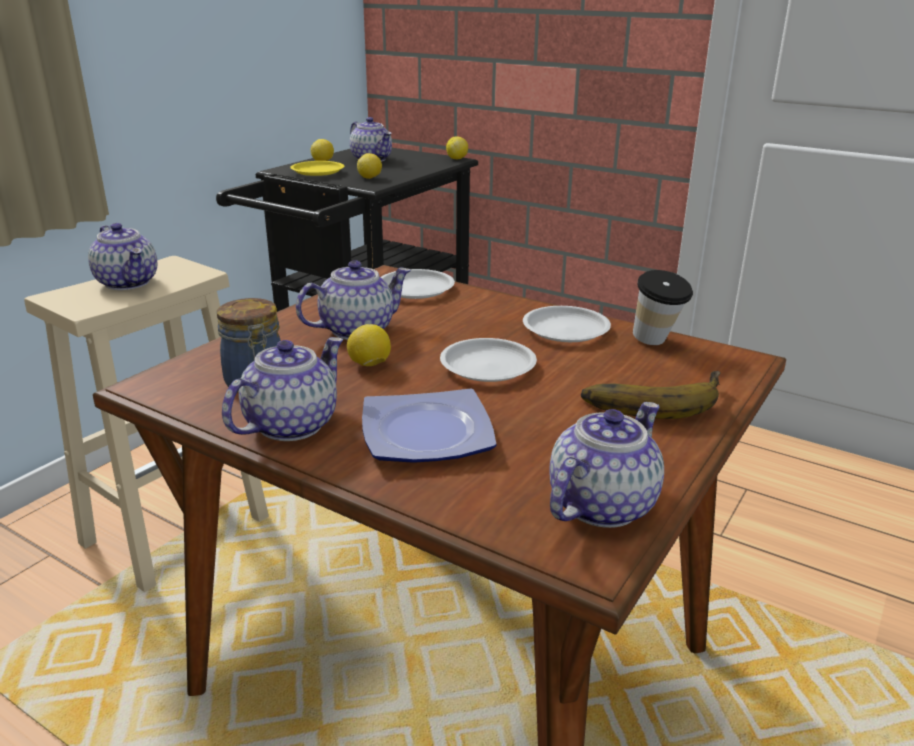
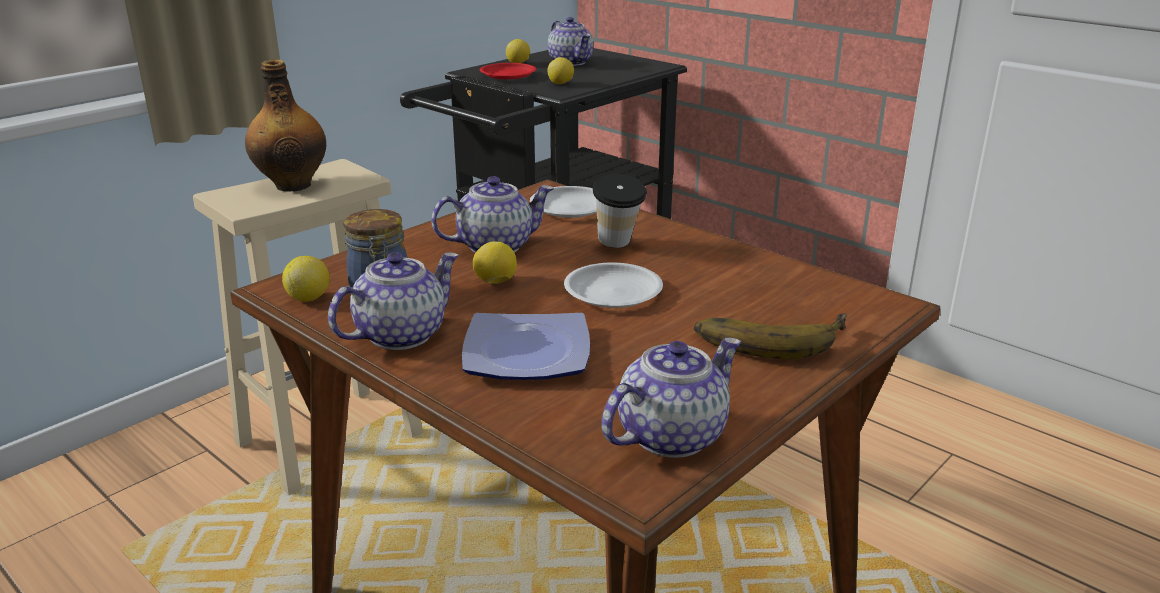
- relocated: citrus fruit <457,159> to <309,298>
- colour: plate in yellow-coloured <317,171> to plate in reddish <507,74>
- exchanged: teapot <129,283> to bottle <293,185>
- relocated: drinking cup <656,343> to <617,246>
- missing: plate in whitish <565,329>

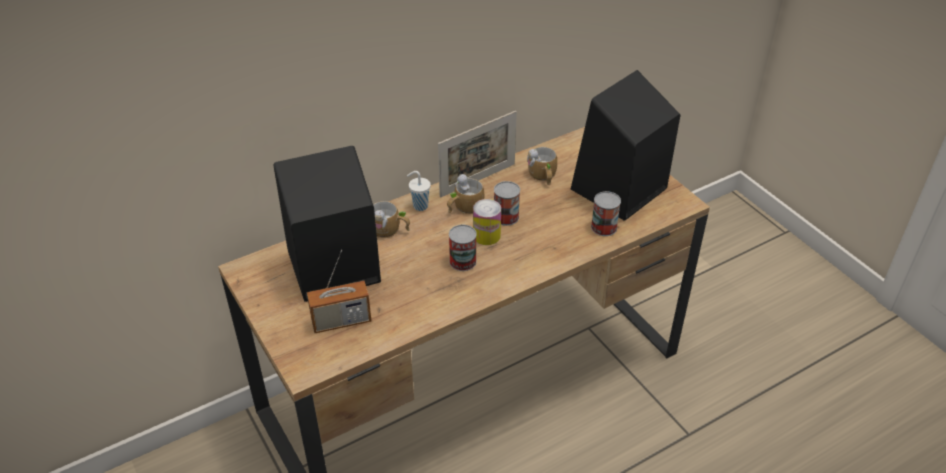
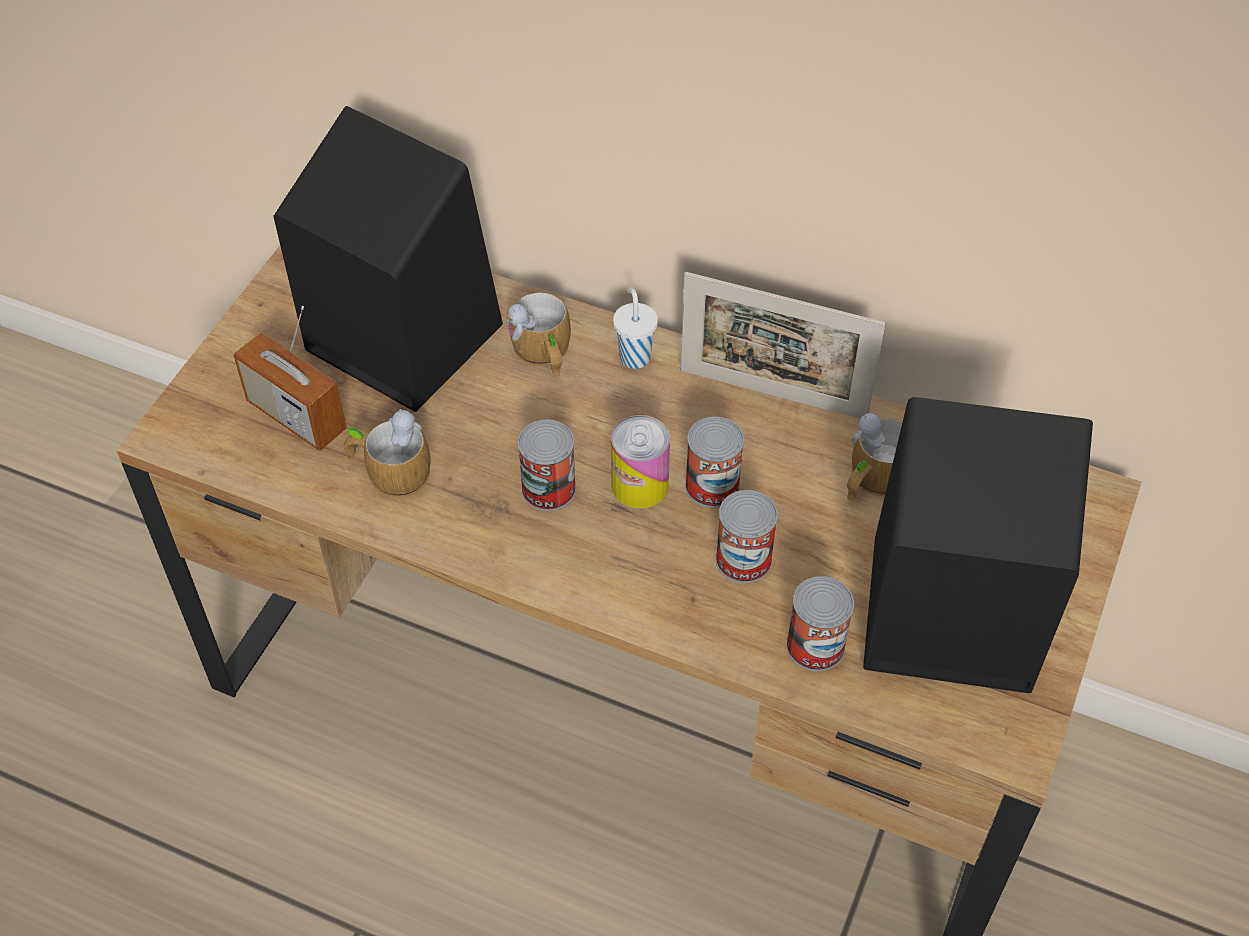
- relocated: tea mug <464,207> to <389,470>
- appeared: sealed can <743,559>

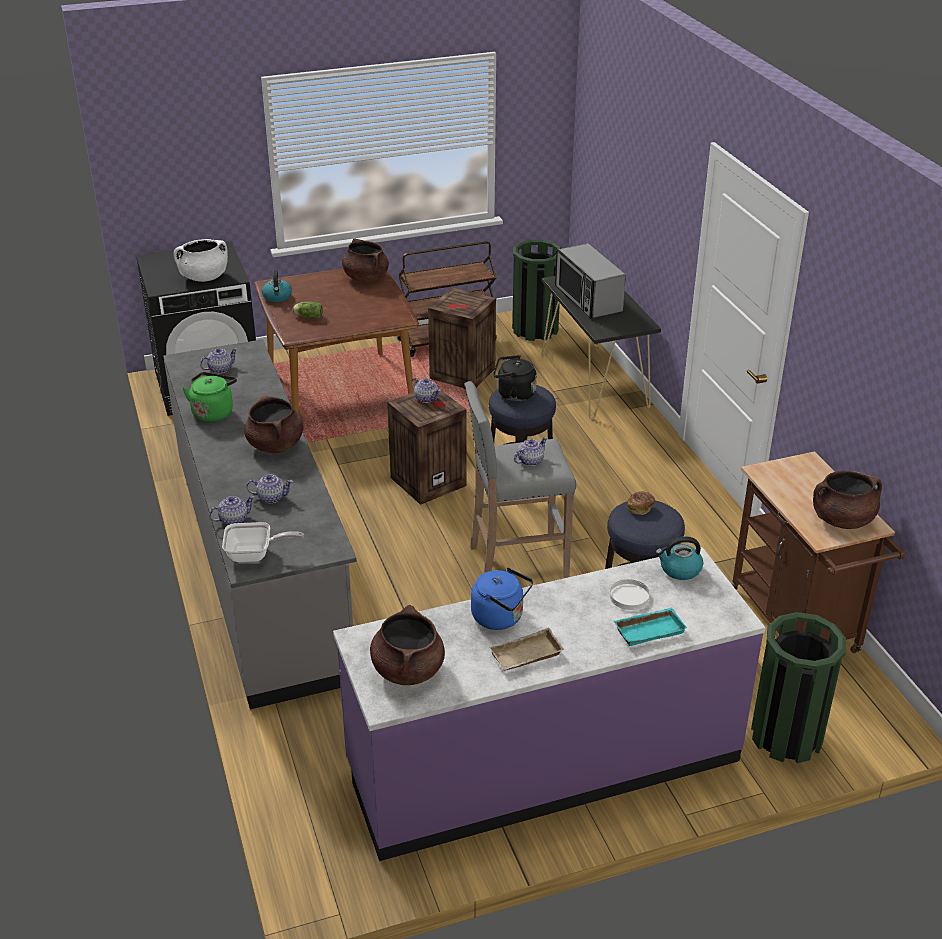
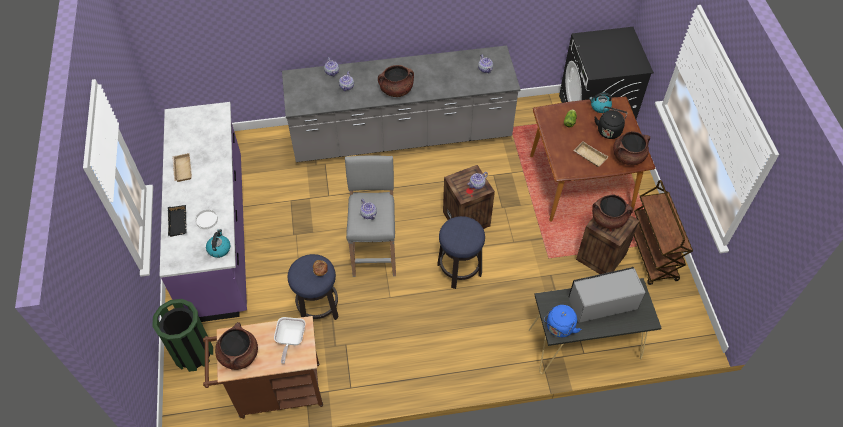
- missing: cooking pot in whitish <204,277>
- missing: trash can in greenish <535,329>
- relocated: kettle in black-coloured <513,394> to <609,130>
- missing: kettle in greenish <213,412>
- relocated: skillet <255,555> to <290,340>
- relocated: kettle in bluish <500,617> to <559,328>
- relocated: cooking pot in brown-coloured <407,670> to <608,219>
- colour: tray in turquoise-coloured <649,629> to tray in black-coloured <179,223>
- appeared: tray in sand-coloured <589,156>

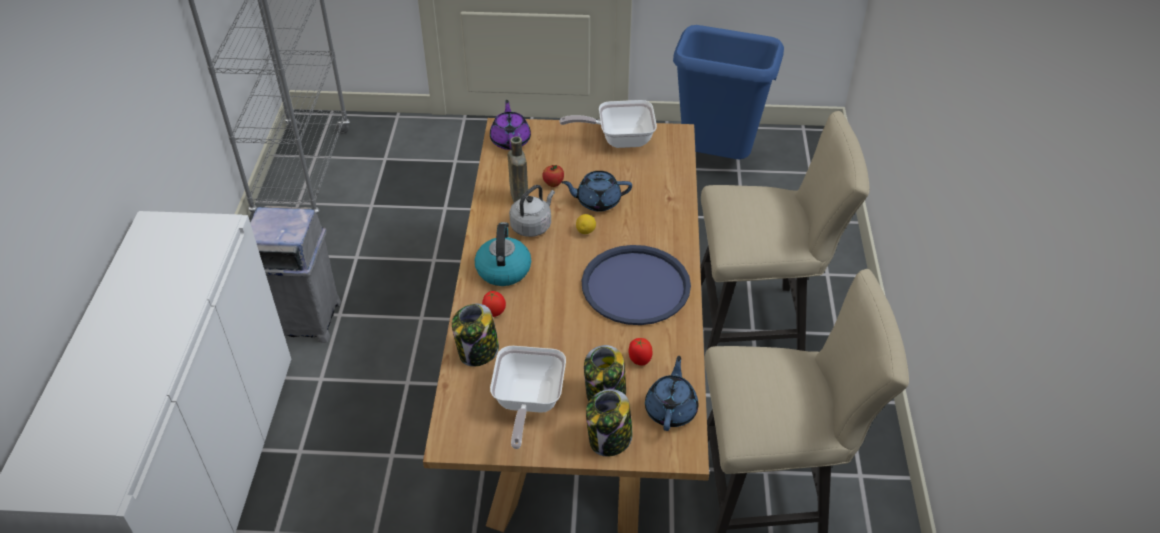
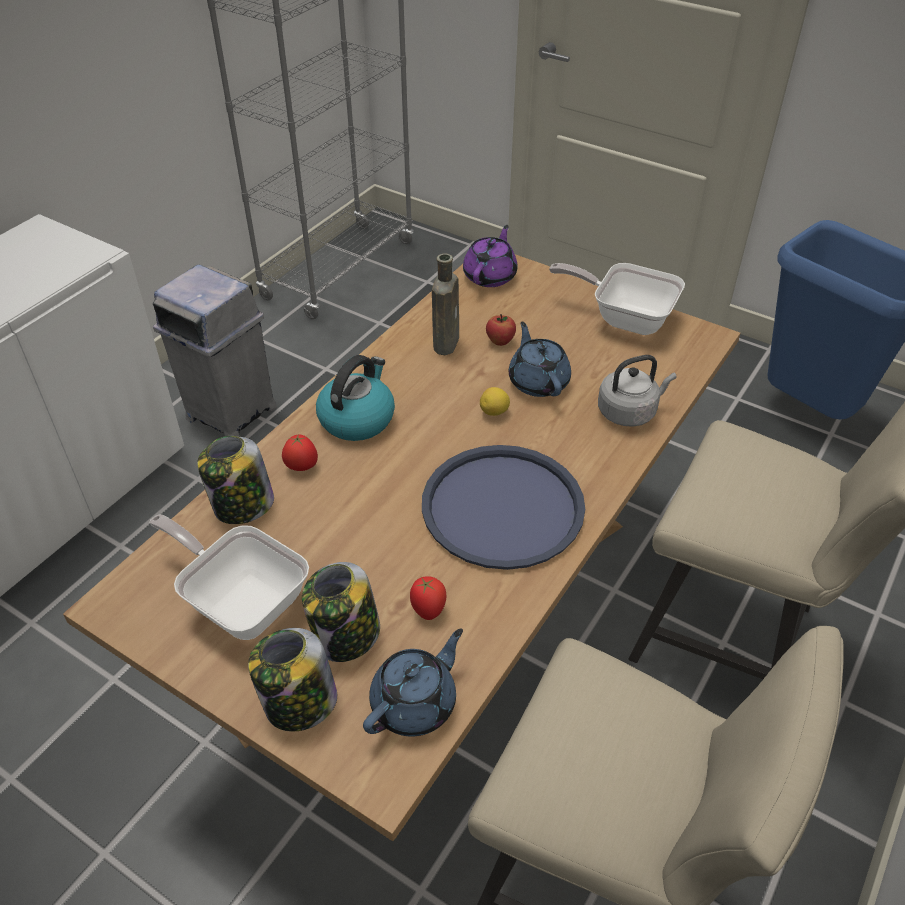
- spun: teapot in bluish <597,201> = <538,381> 45 degrees clockwise
- relocated: kettle in greyish <532,225> to <629,412>
- spun: skillet <527,404> = <241,600> 90 degrees clockwise

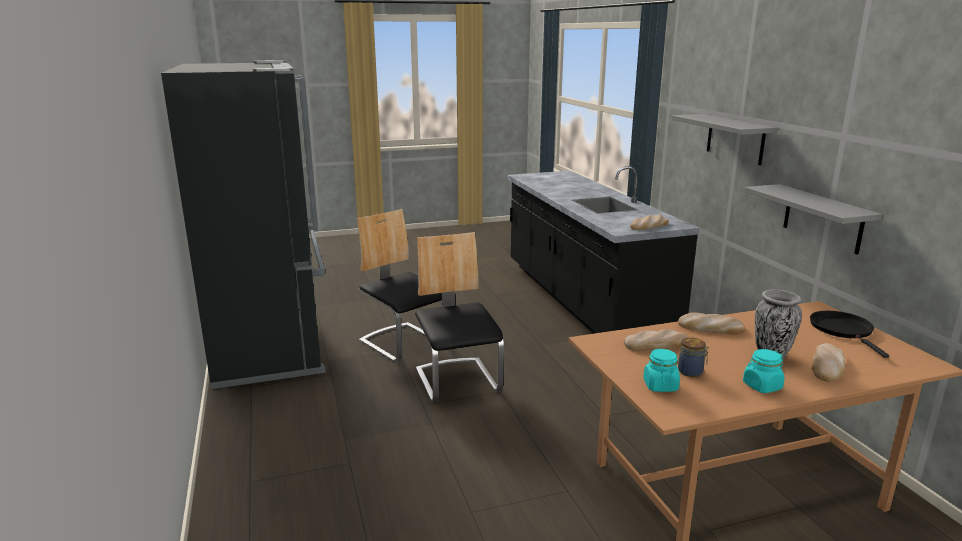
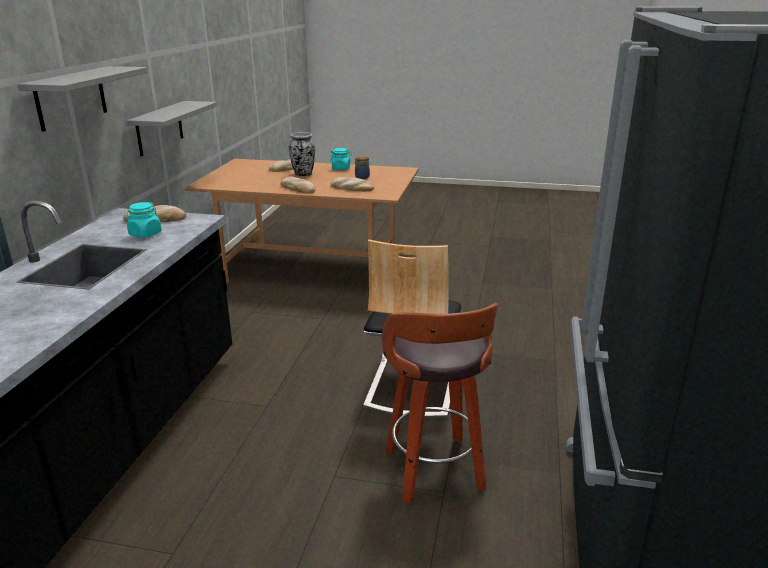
- exchanged: plain chair <403,342> to sitting stool <435,472>
- missing: skillet in black-coloured <843,330>
- relocated: jar in turquoise-coloured <660,385> to <145,234>

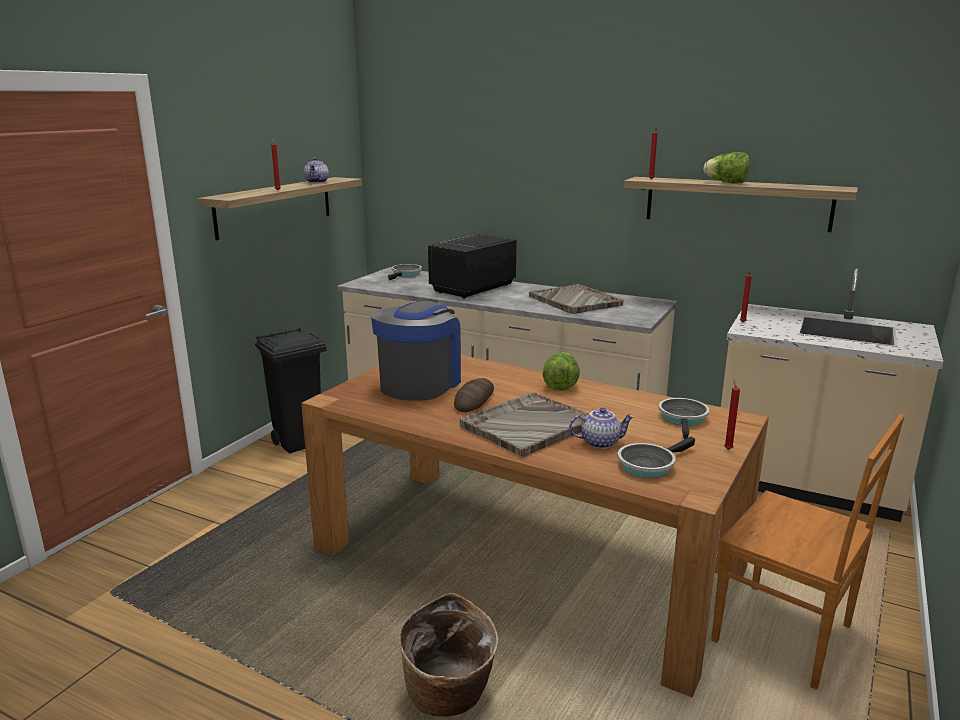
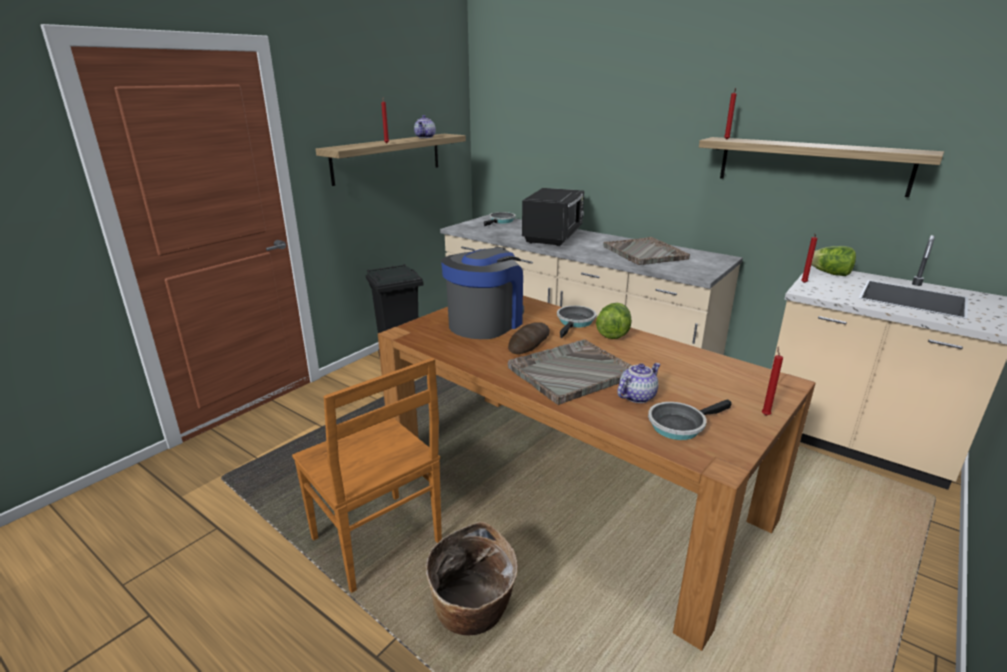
- relocated: lettuce <726,183> to <829,274>
- spun: microwave oven in black-coloured <471,288> = <554,236> 150 degrees clockwise
- relocated: skillet <683,419> to <575,322>
- spun: teapot <600,442> = <636,396> 45 degrees counterclockwise
- relocated: plain chair in brown-coloured <786,636> to <378,543>

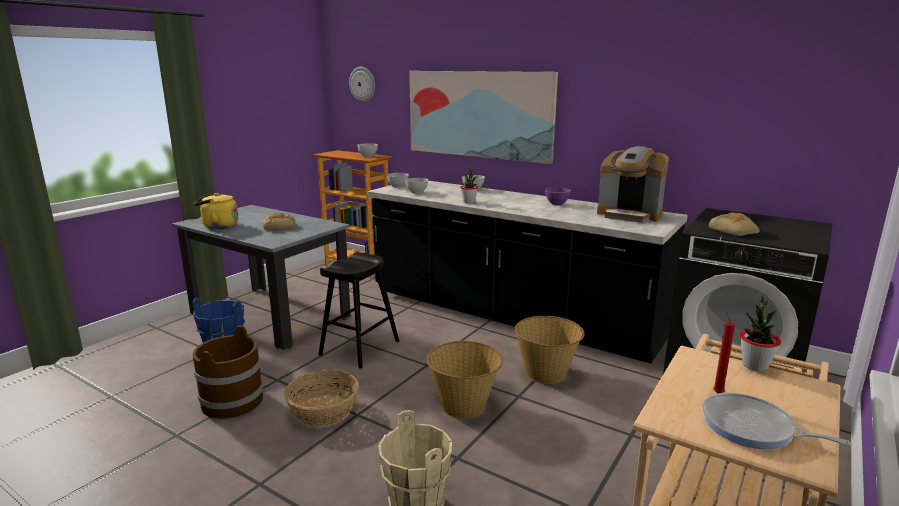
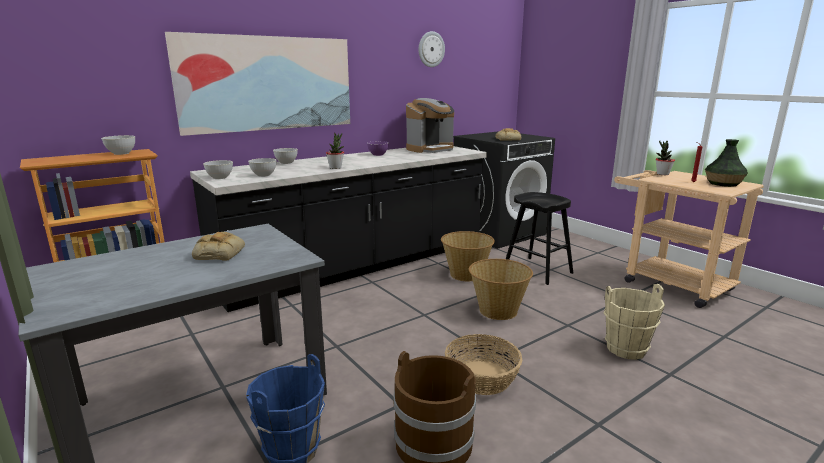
- relocated: clock on the wall <362,84> to <431,49>
- missing: kettle in yellow-coloured <218,226>
- relocated: sitting stool in black-coloured <360,348> to <537,270>
- exchanged: skillet <752,428> to vase <723,184>

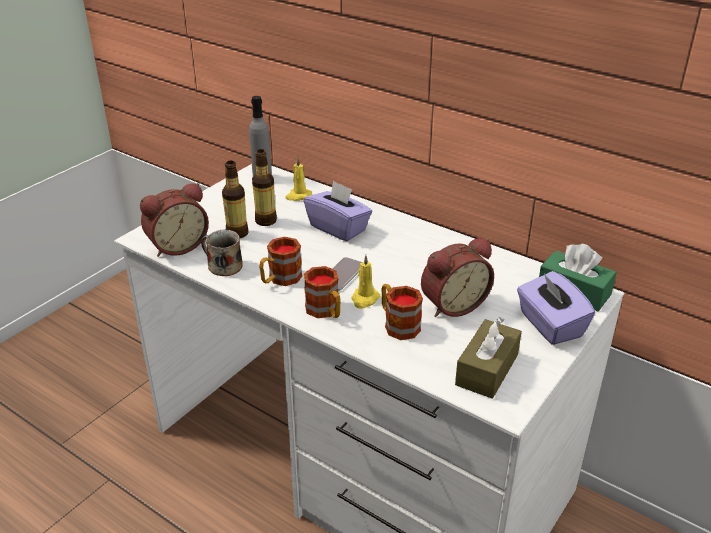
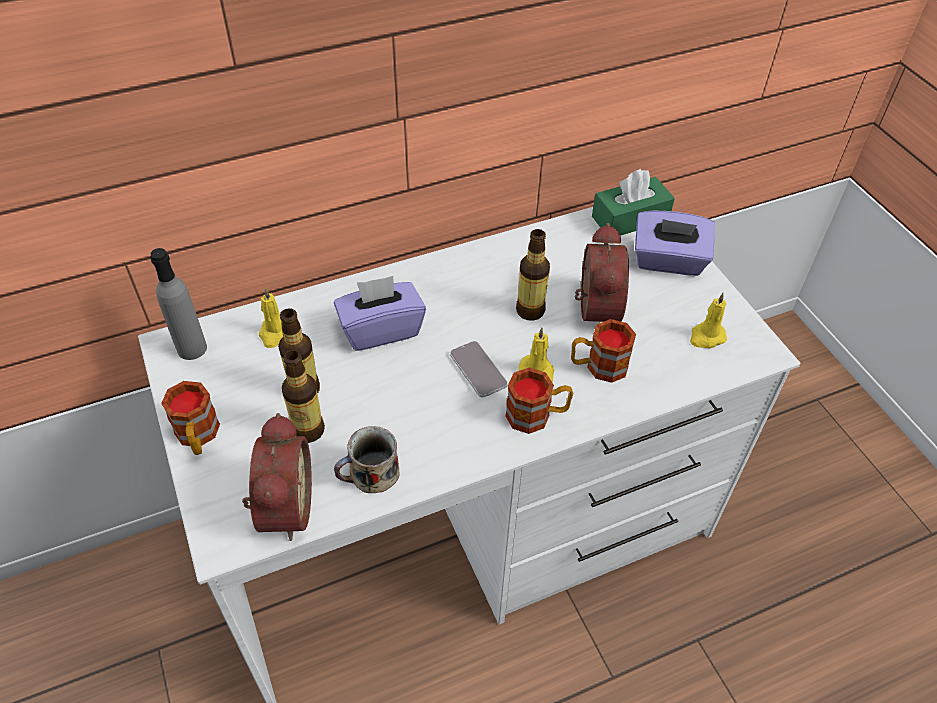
- relocated: tea mug <280,279> to <198,437>
- exchanged: box of tissues in brown-coloured <487,369> to wax light in yellow-coloured <706,337>
- appeared: bottle <530,310>

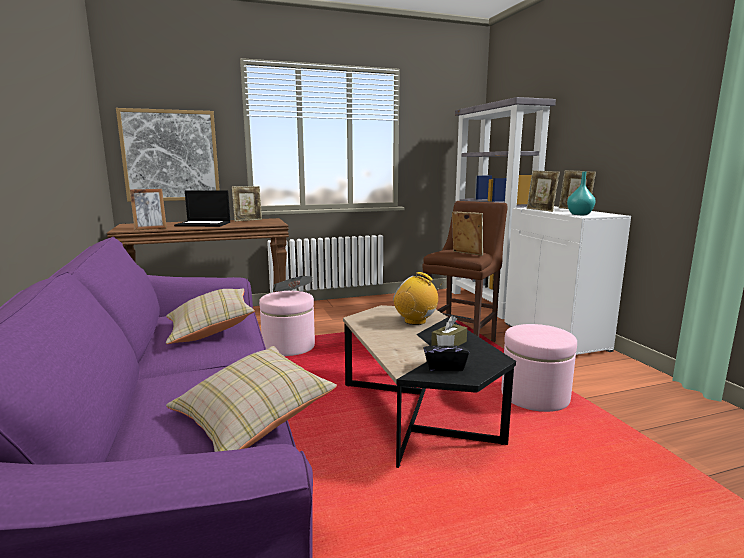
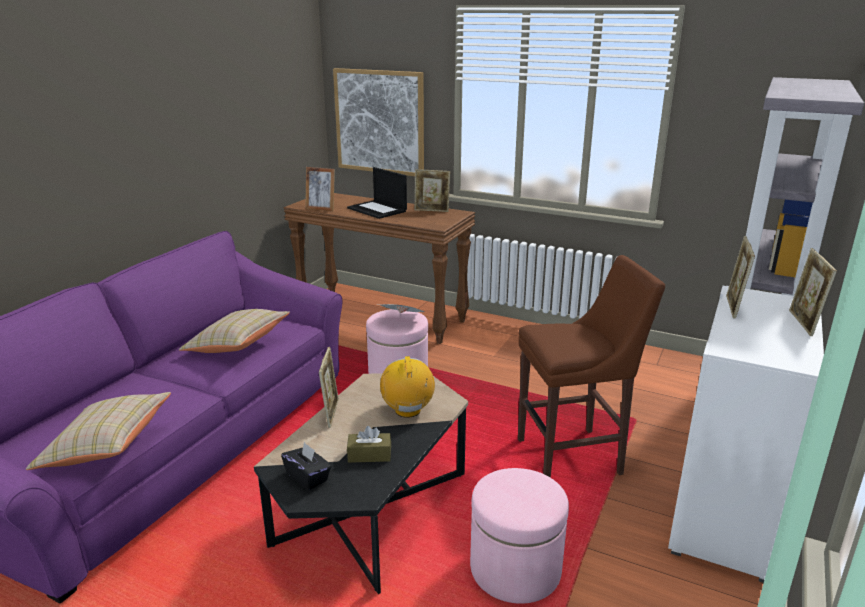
- missing: vase in turquoise-coloured <579,214>
- relocated: photo frame <466,253> to <331,413>

